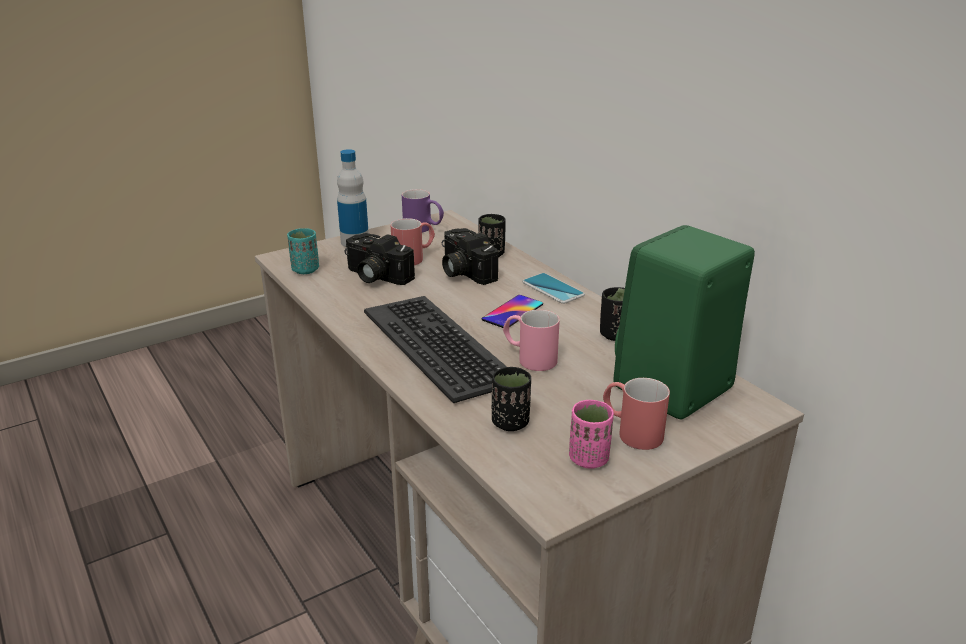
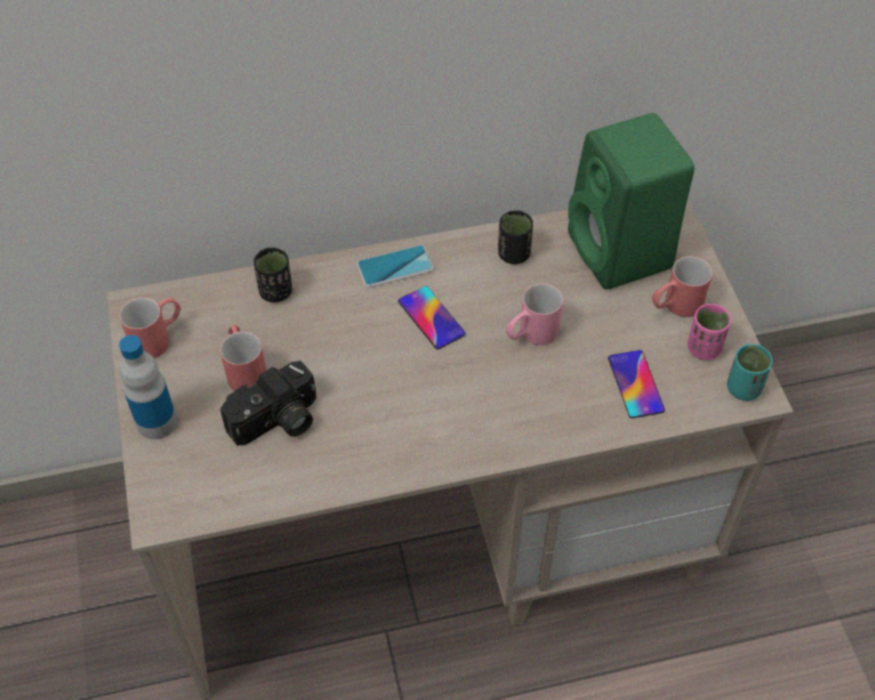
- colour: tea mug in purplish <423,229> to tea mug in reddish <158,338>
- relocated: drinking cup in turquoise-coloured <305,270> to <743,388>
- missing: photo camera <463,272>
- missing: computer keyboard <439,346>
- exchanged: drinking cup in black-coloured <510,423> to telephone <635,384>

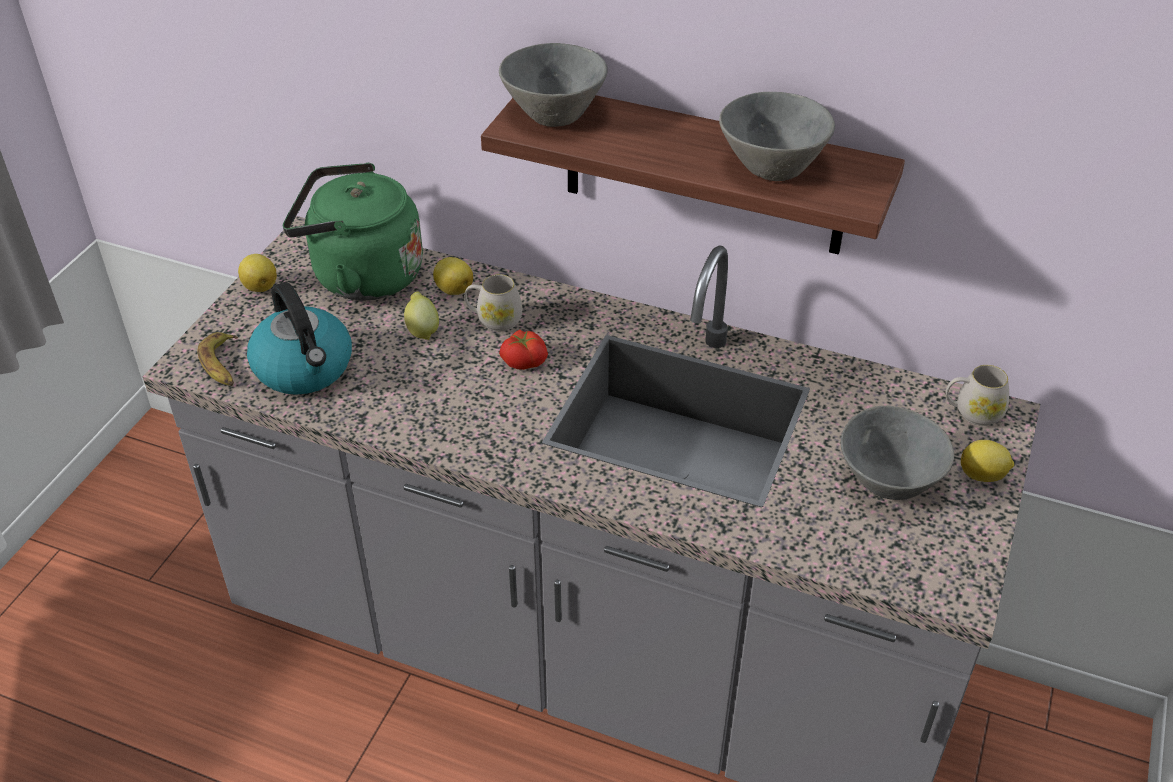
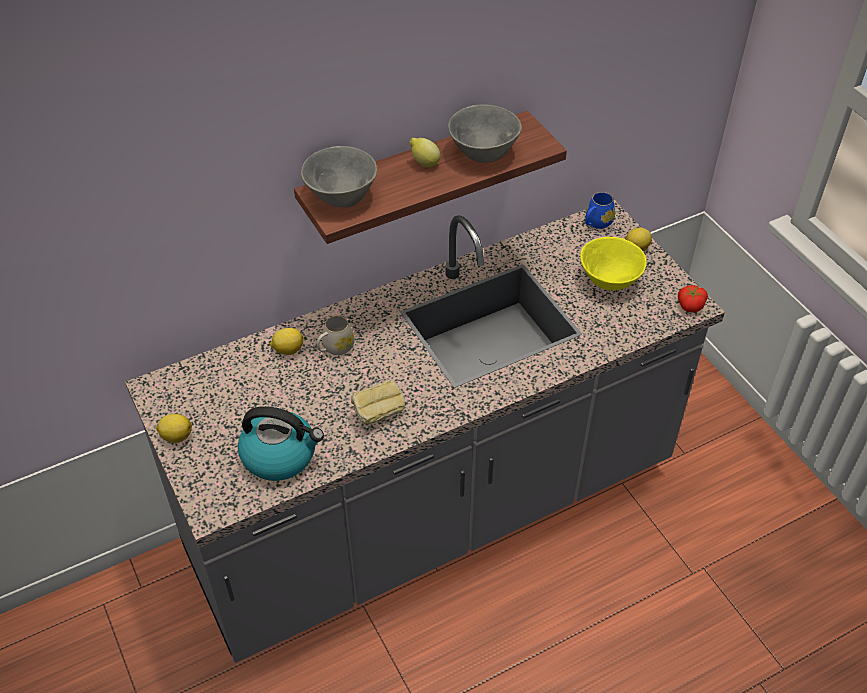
- missing: kettle in greenish <361,275>
- relocated: citrus fruit <422,330> to <424,163>
- relocated: whole tomato <524,360> to <689,305>
- missing: whole banana <222,365>
- colour: tea mug in whitish <972,412> to tea mug in bluish <596,223>
- colour: bowl in greyish <885,482> to bowl in yellow-coloured <609,282>
- appeared: bakery bread <378,414>

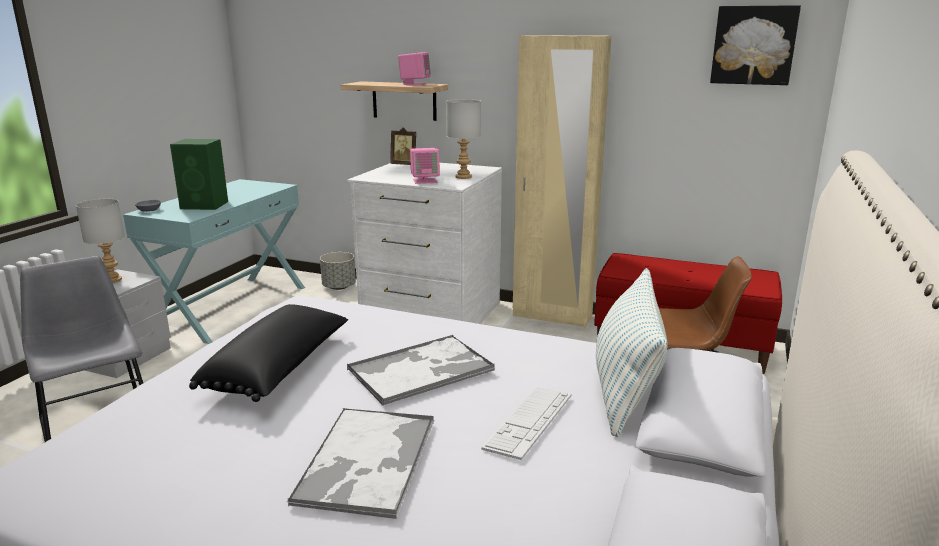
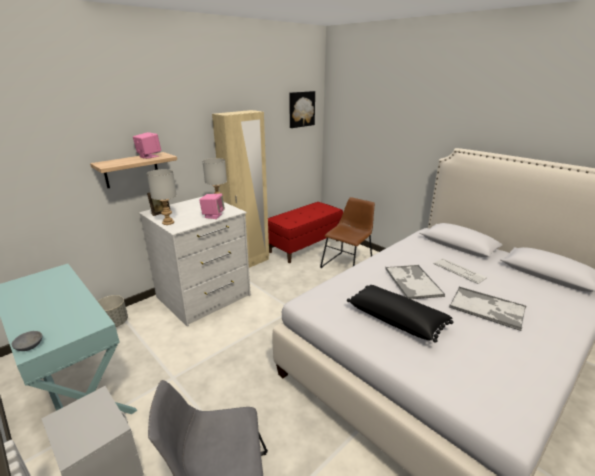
- missing: loudspeaker in greenish <205,205>
- relocated: tabletop lamp in greyish <113,280> to <168,222>
- missing: cushion <626,388>

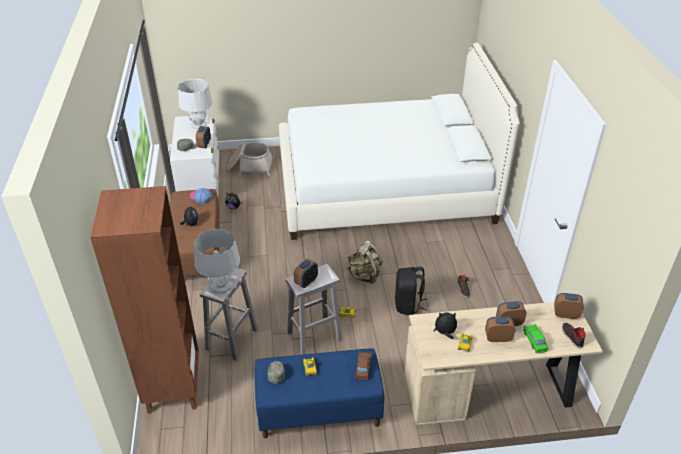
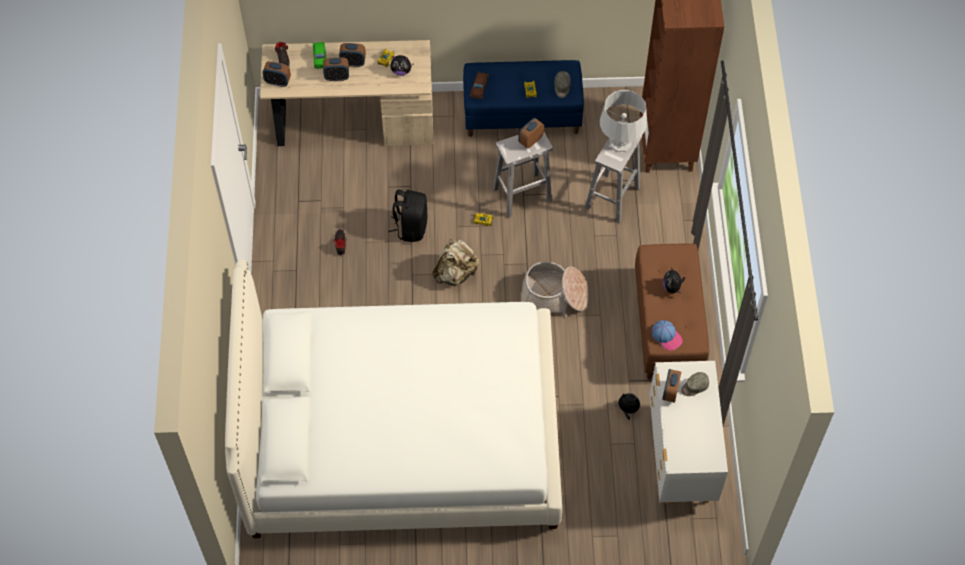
- missing: tabletop lamp in greyish <198,125>
- relocated: basket <250,166> to <554,296>

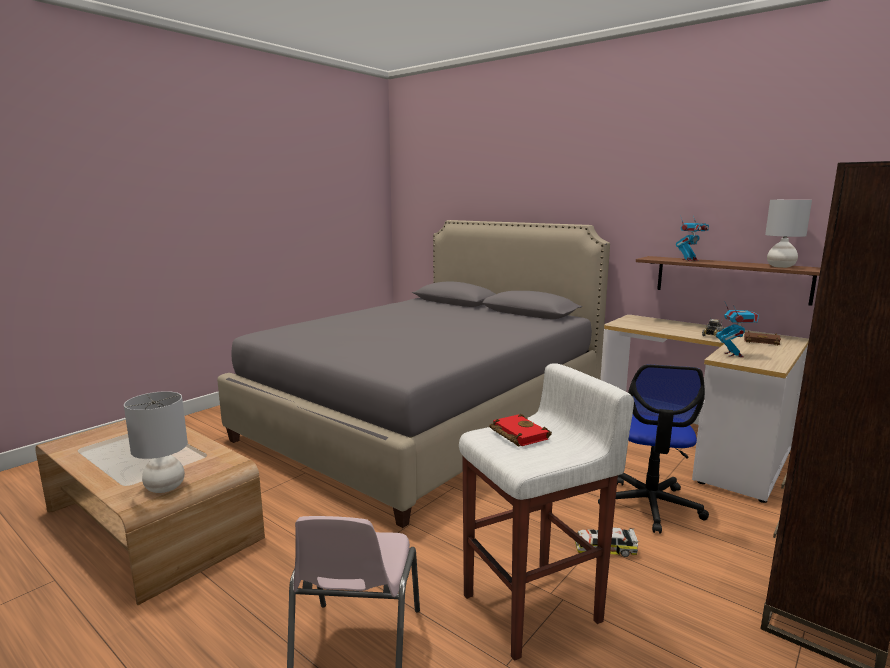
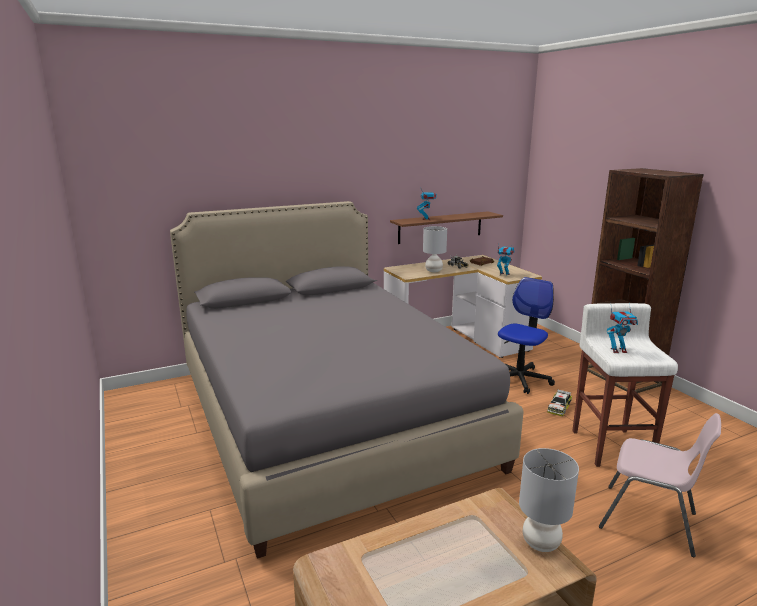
- relocated: tabletop lamp in greyish <781,266> to <434,271>
- spun: office chair <650,505> = <519,379> 90 degrees counterclockwise
- exchanged: bound book in reddish <517,434> to toy robot <618,350>

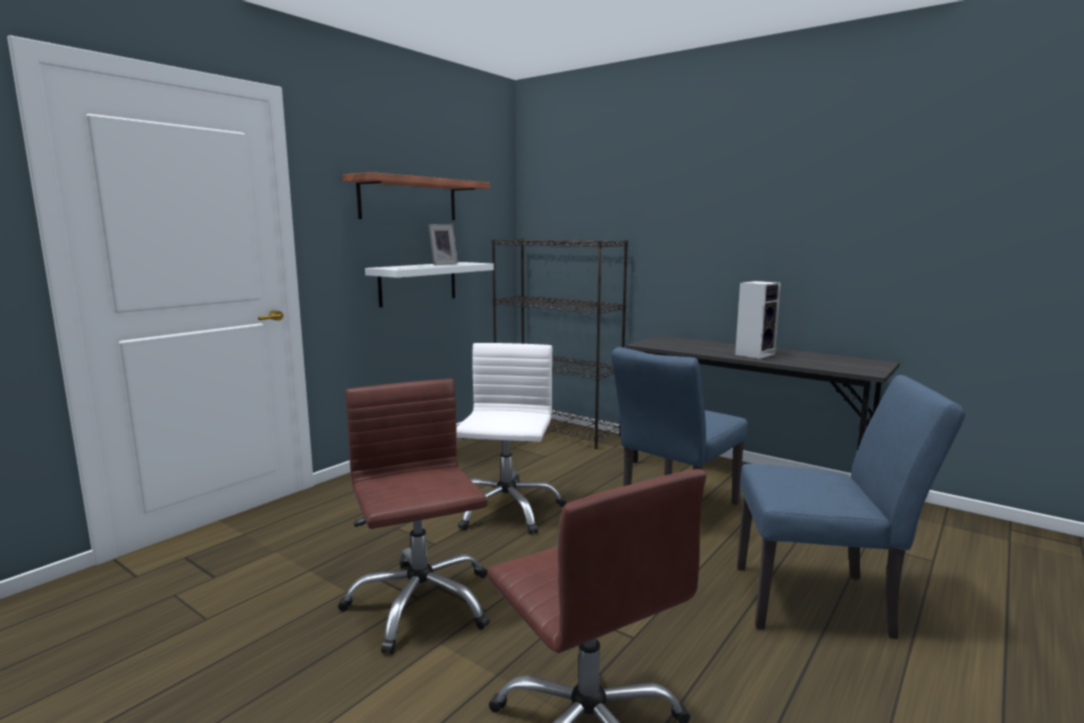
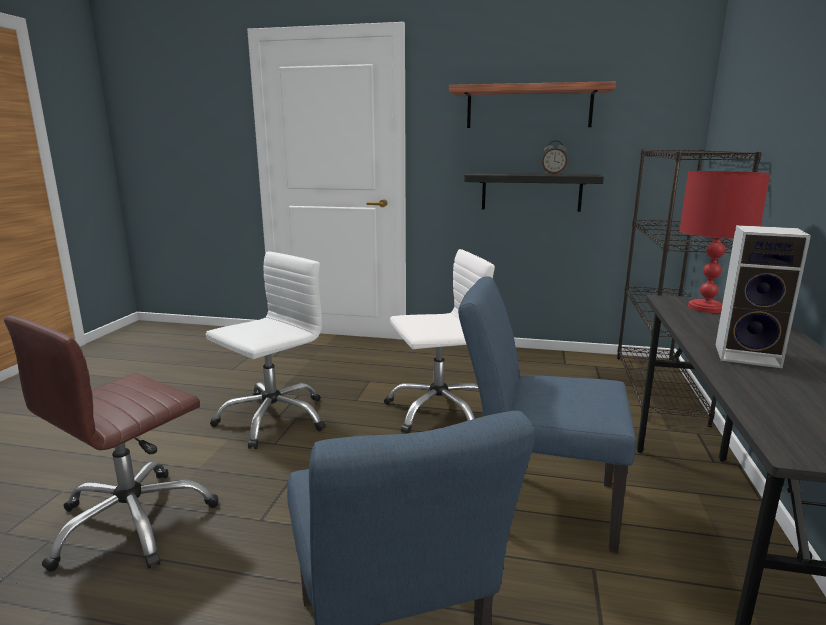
- exchanged: photo frame <441,264> to bedside clock <553,173>
- colour: shelf in whitish <418,283> to shelf in black-coloured <531,192>
- colour: office chair in brown-coloured <420,603> to office chair in whitish <273,418>
- appeared: tabletop lamp in reddish <705,308>

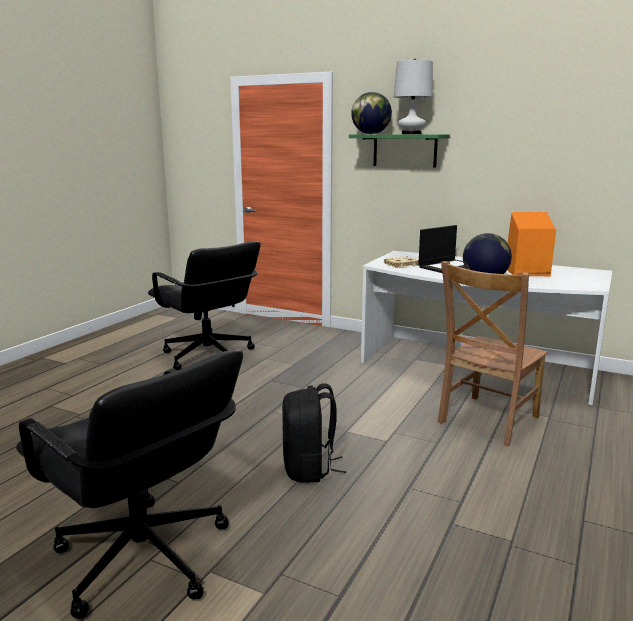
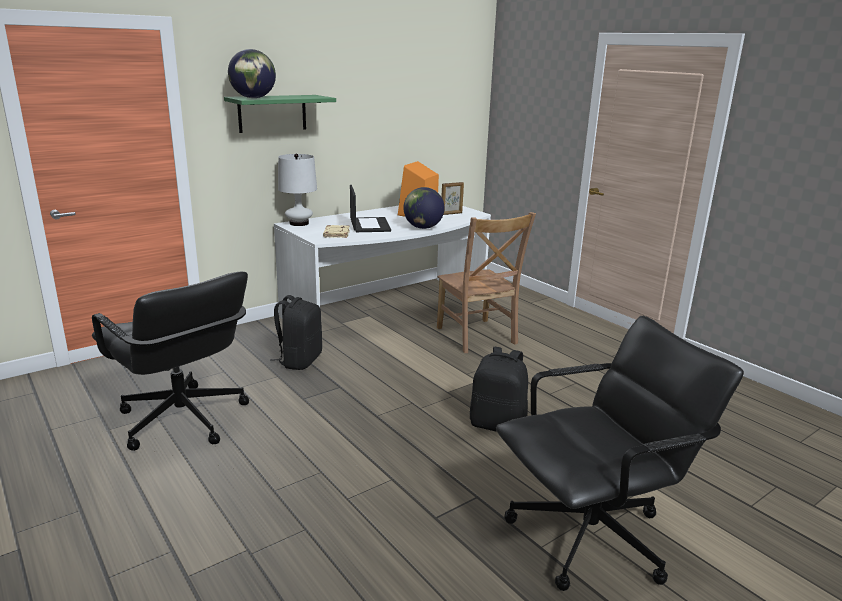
- relocated: tabletop lamp in whitish <411,134> to <299,223>
- spun: office chair in black-coloured <208,356> = <182,420> 60 degrees clockwise
- appeared: photo frame <451,213>
- appeared: knapsack in black-coloured <299,360>

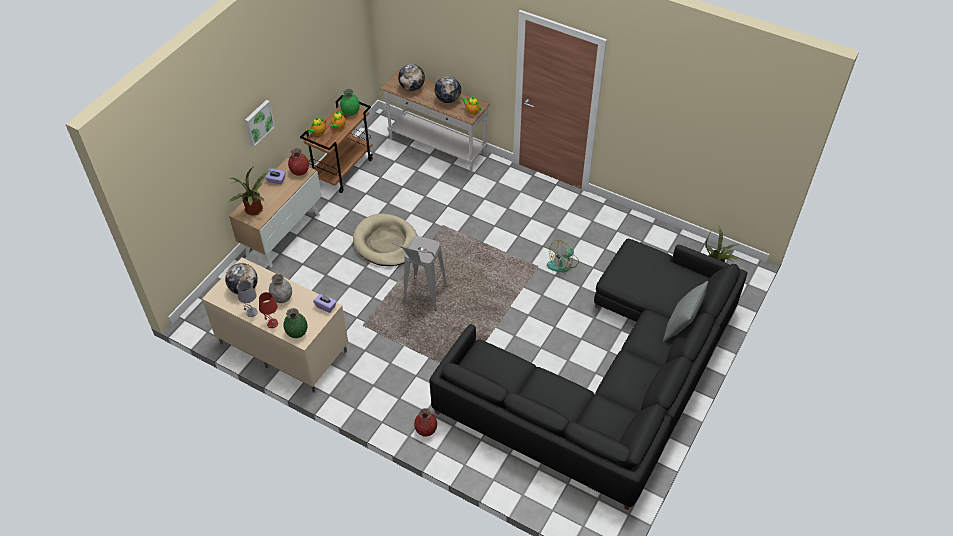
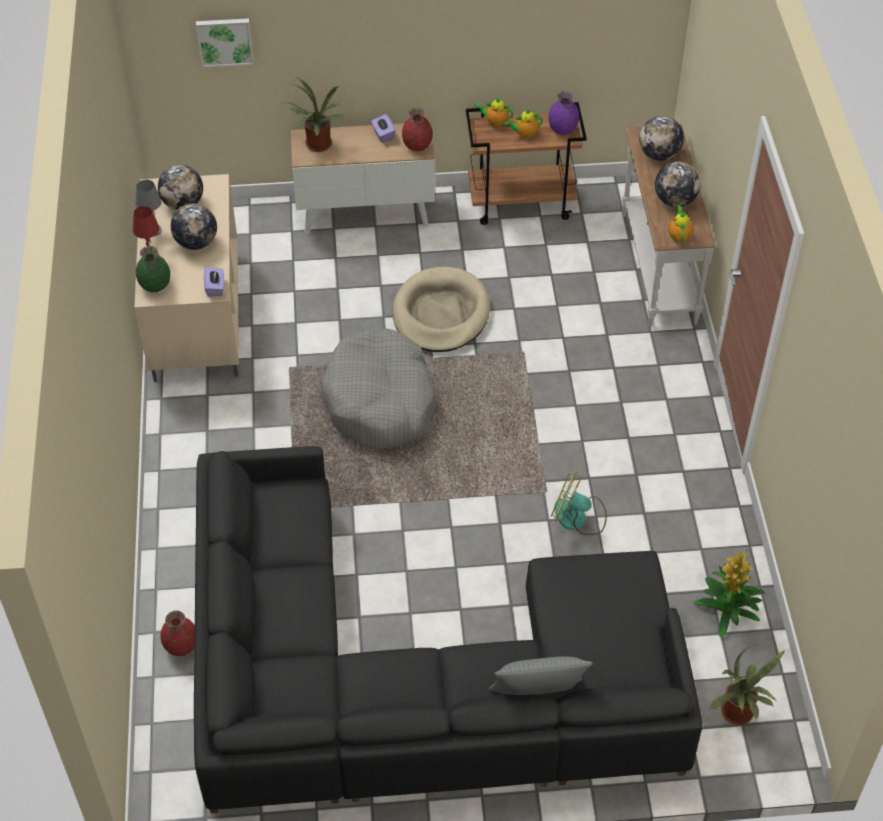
- colour: vase in greenish <350,112> to vase in purplish <563,129>
- relocated: wall art <258,122> to <225,41>
- exchanged: sitting stool in greyish <422,299> to pet bed in greyish <380,402>
- exchanged: vase in greyish <282,298> to world globe <196,243>
- relocated: vase in reddish <426,430> to <181,646>
- appeared: potted plant <727,609>

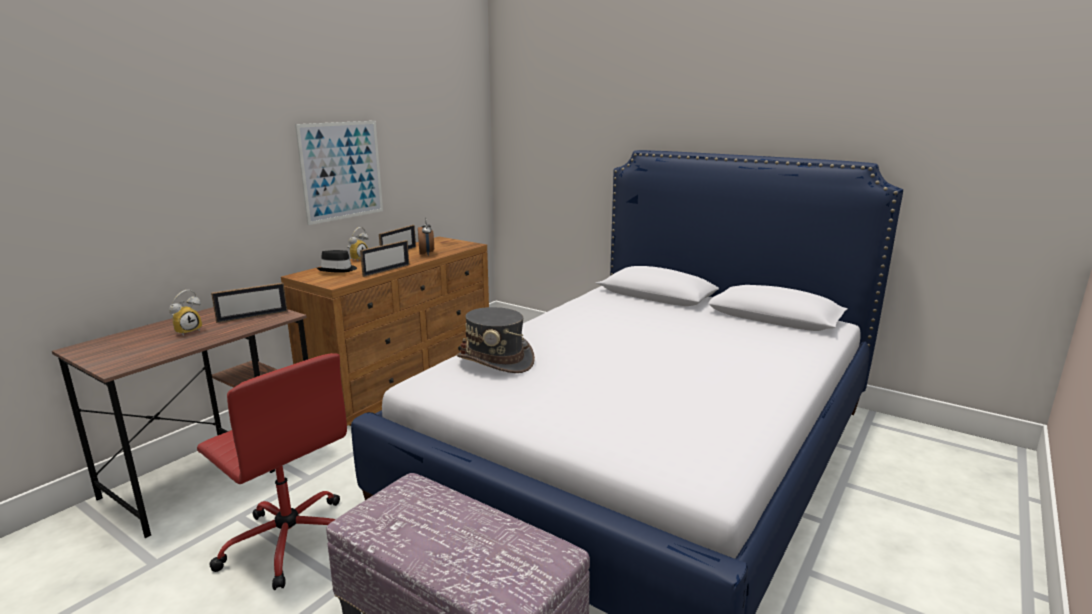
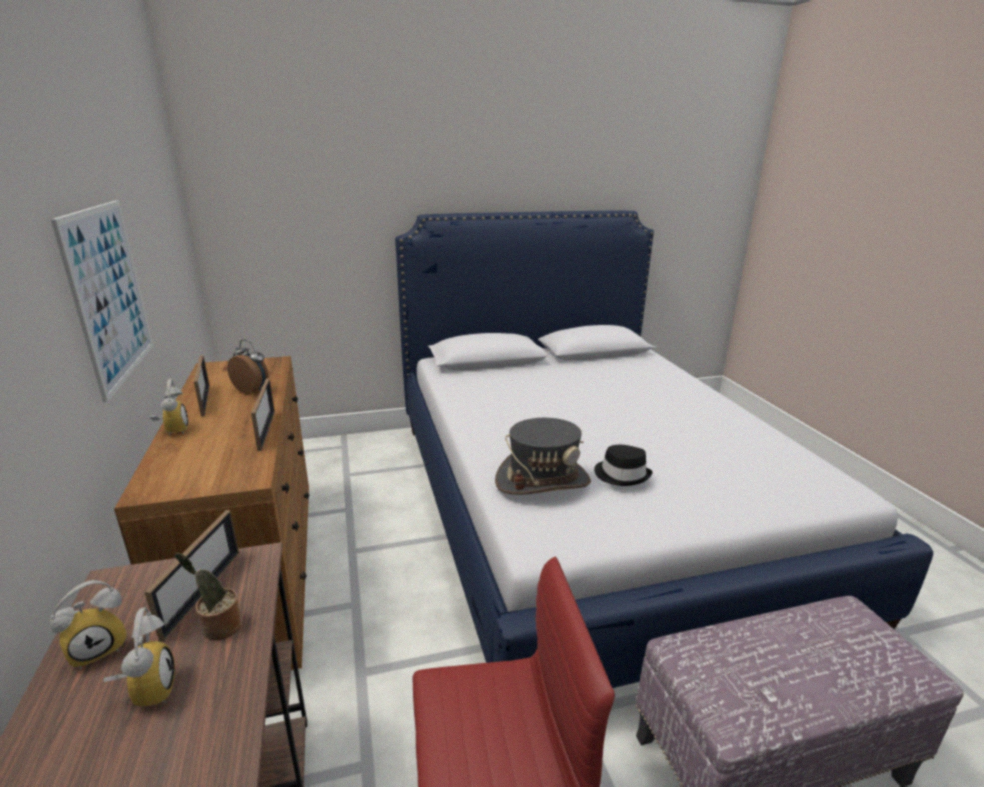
- relocated: wearable hat in black-coloured <338,270> to <622,474>
- appeared: potted plant <219,627>
- appeared: bedside clock <100,647>

